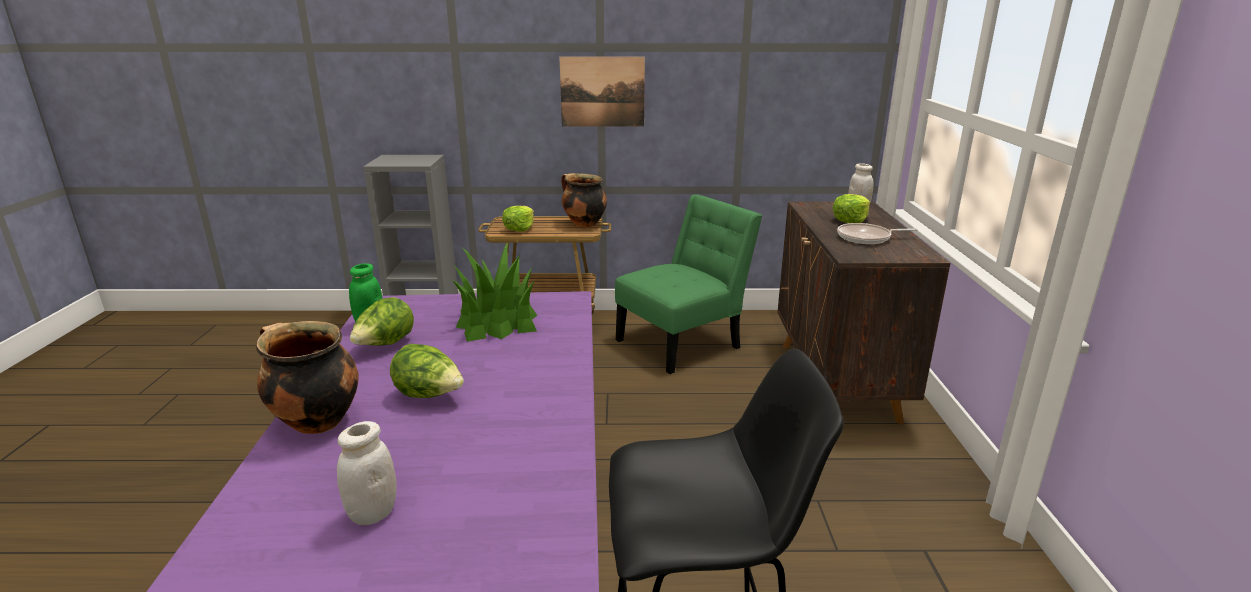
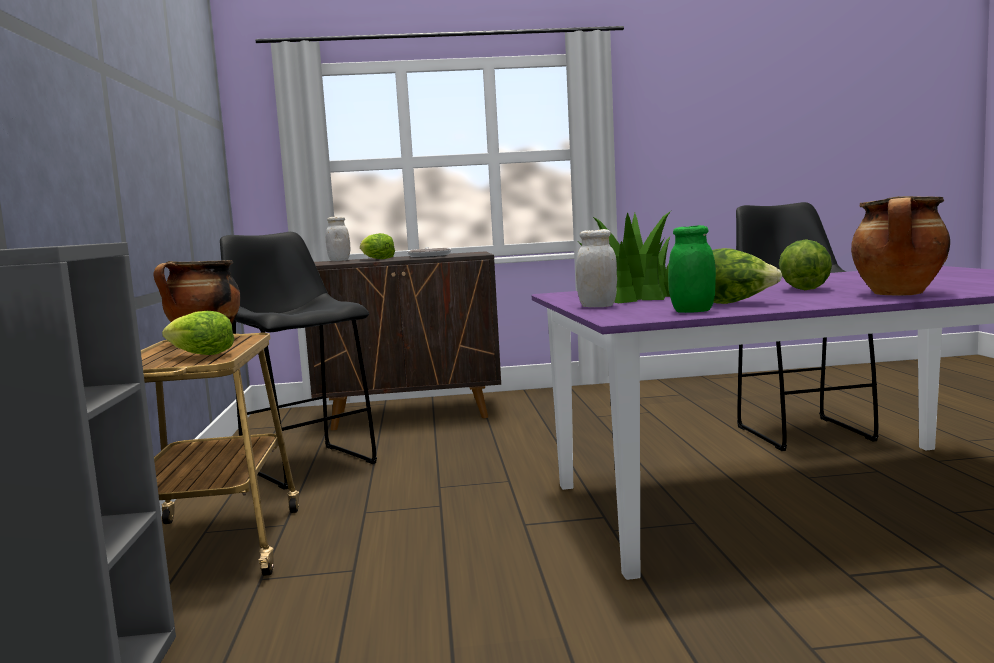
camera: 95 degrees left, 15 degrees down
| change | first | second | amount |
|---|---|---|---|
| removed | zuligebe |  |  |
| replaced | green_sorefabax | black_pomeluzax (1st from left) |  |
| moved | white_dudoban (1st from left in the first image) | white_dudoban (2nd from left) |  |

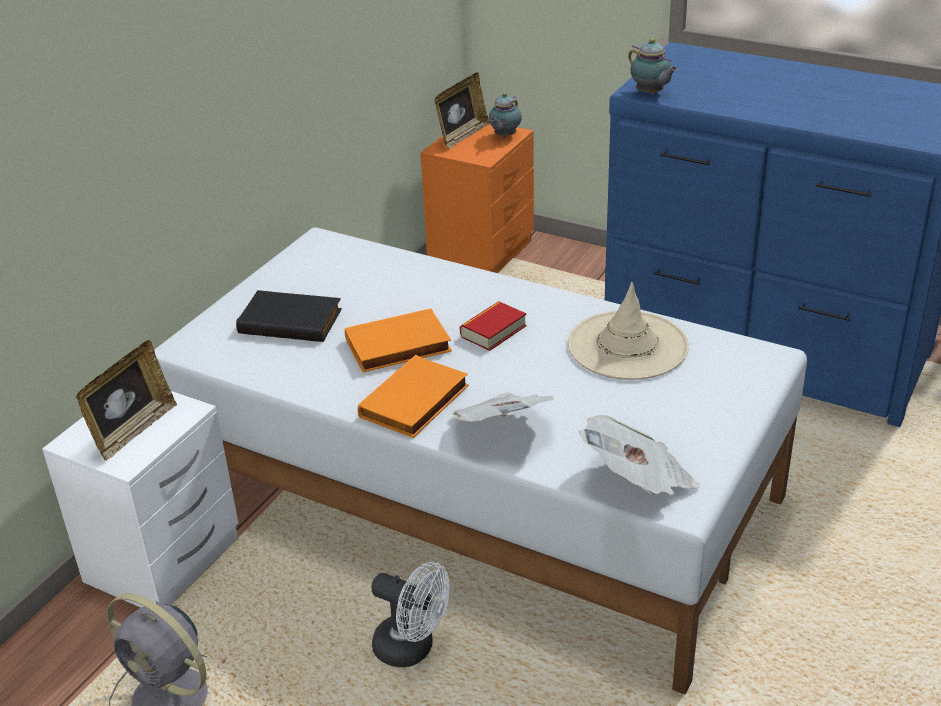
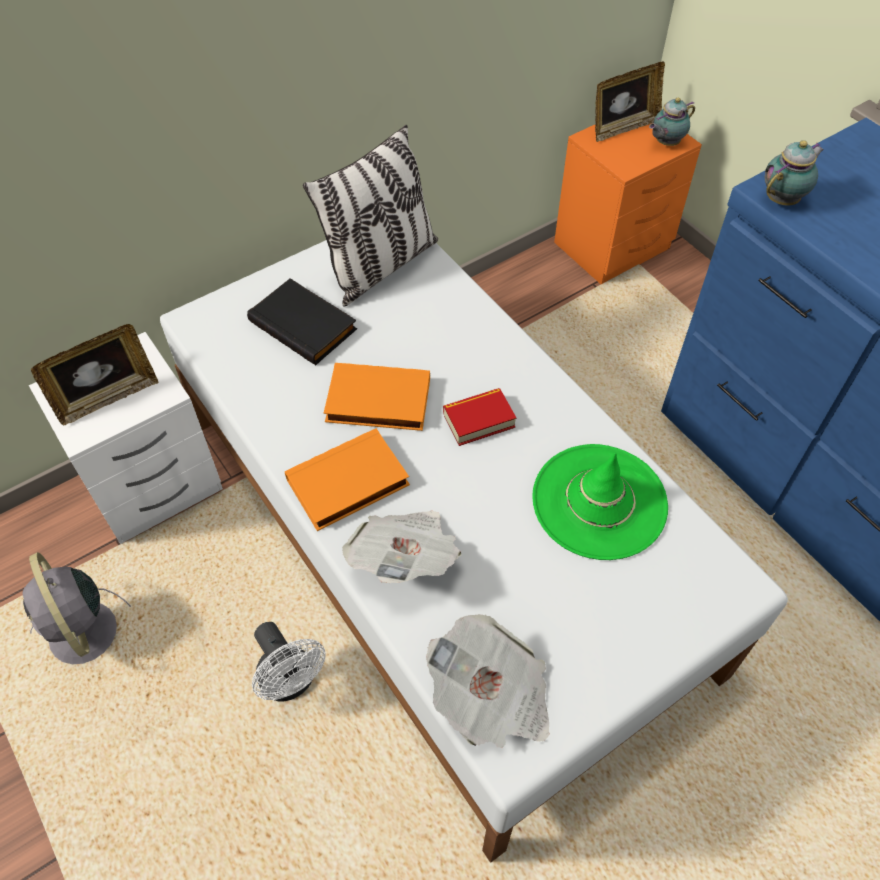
camera: 25 degrees right, 20 degrees up
| change | first | second | amount |
|---|---|---|---|
| turned | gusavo (2nd from left) |  | 120 degrees counterclockwise |
| recoloured | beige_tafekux | green_tafekux |  |
| added |  | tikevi |  |

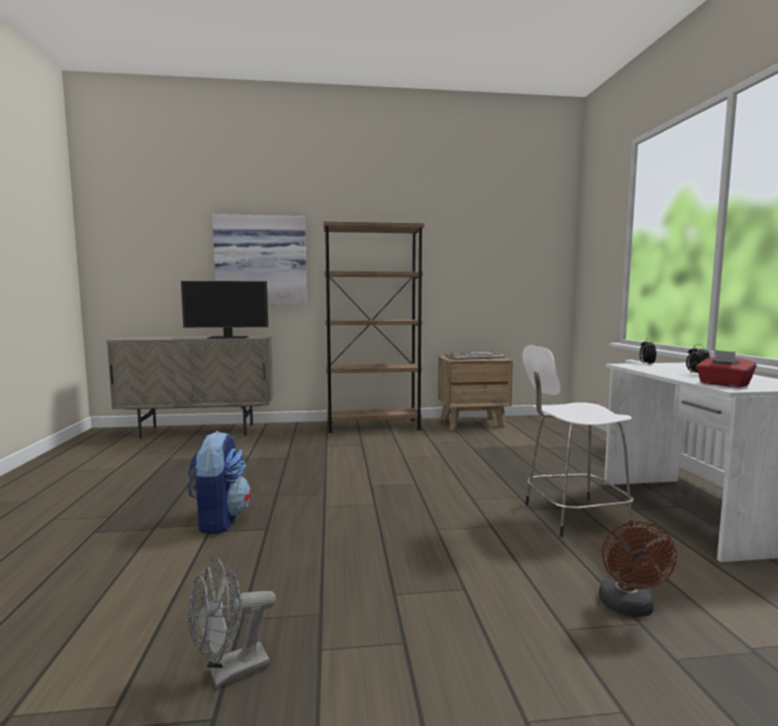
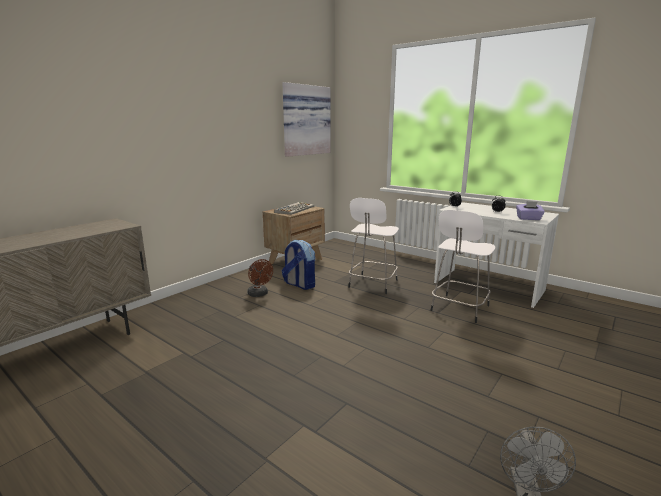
camera: 45 degrees left, 10 degrees up
| change | first | second | amount |
|---|---|---|---|
| moved | zuligebe |  |  |
| removed | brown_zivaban |  |  |
| removed | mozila |  |  |
| recoloured | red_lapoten | purple_lapoten |  |
| moved | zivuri |  |  |
| moved | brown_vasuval |  |  |
| added |  | white_pomeluzax (1st from left) |  |

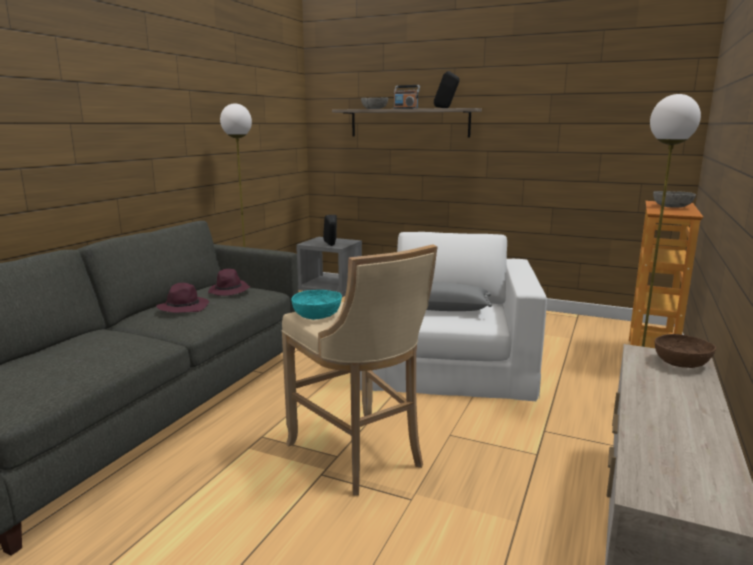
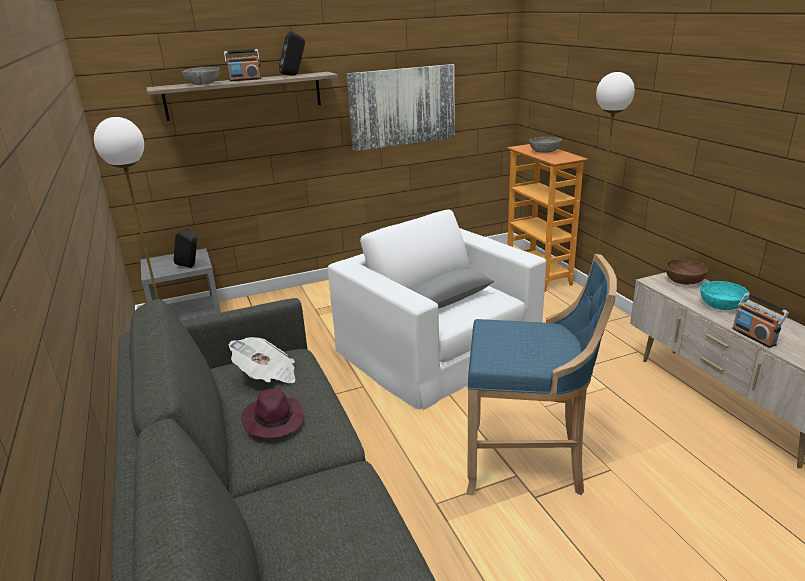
camera: 45 degrees left, 10 degrees up
| change | first | second | amount |
|---|---|---|---|
| recoloured | beige_pomeluzax | blue_pomeluzax |  |
| replaced | purple_tafekux (2nd from left) | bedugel |  |
| moved | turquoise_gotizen |  |  |
| added |  | zuligebe |  |
| added |  | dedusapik (2nd from left) |  |

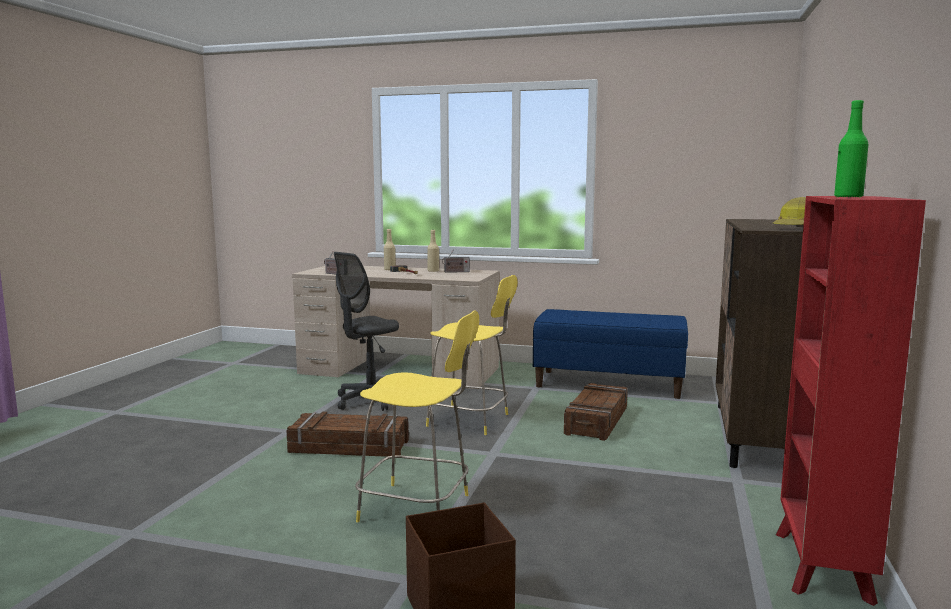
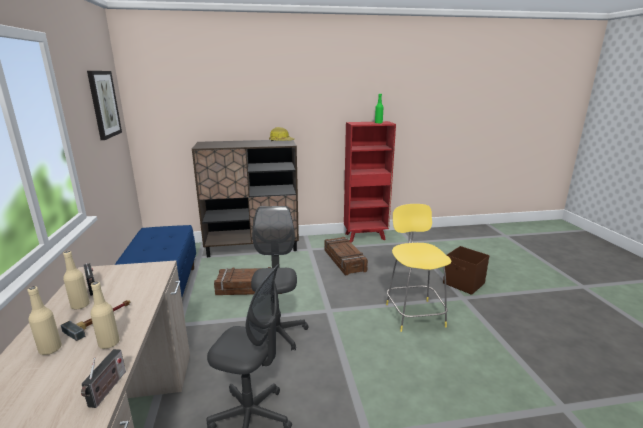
camera: 115 degrees left, 10 degrees up
| change | first | second | amount |
|---|---|---|---|
| replaced | yellow_pomeluzax (2nd from left) | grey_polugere (2nd from left) |  |
| moved | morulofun (1st from left in the first image) | morulofun (2nd from left) |  |
| added |  | zuligebe |  |
| added |  | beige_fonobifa (3rd from left) |  |

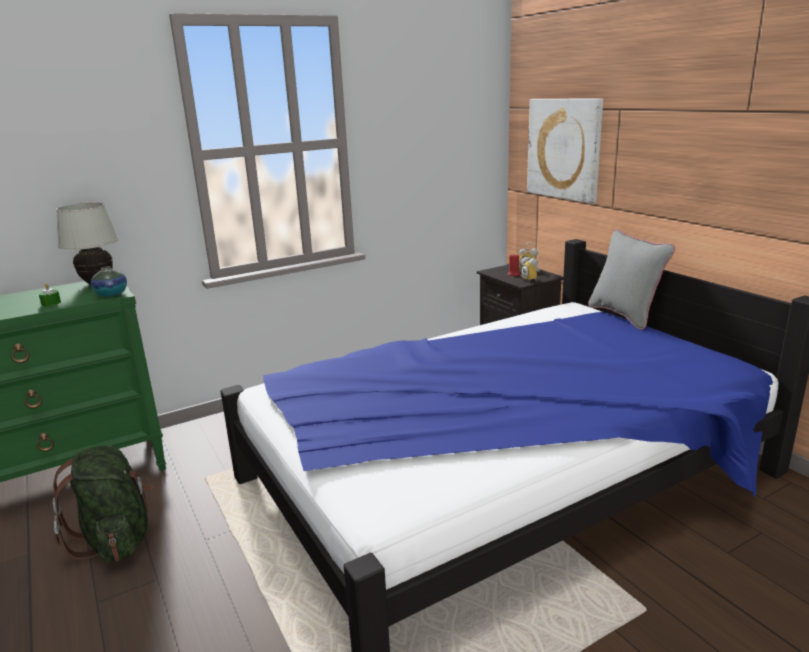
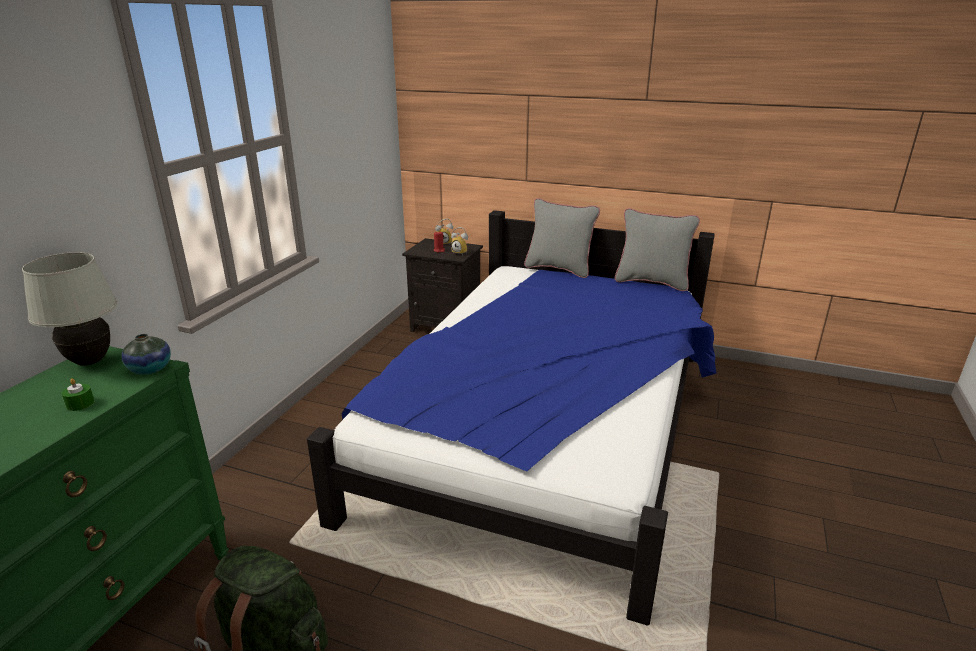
camera: 40 degrees left, 5 degrees up
| change | first | second | amount |
|---|---|---|---|
| removed | zuligebe |  |  |
| added |  | grey_tikevi (2nd from left) |  |

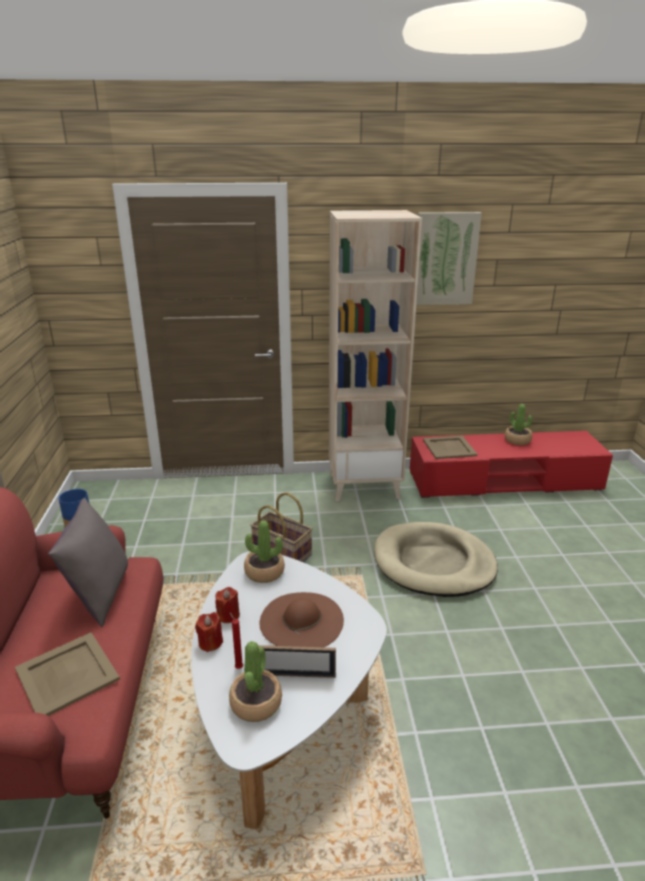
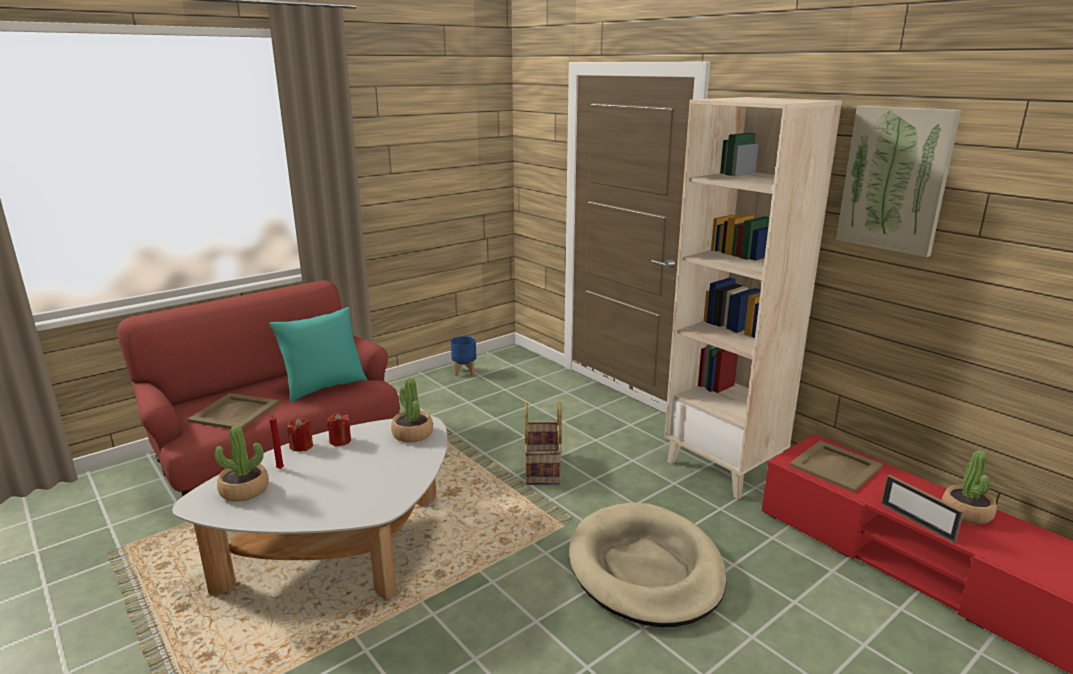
camera: 55 degrees right, 5 degrees down
| change | first | second | amount |
|---|---|---|---|
| recoloured | grey_tikevi | turquoise_tikevi |  |
| removed | brown_tafekux |  |  |
| moved | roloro |  |  |

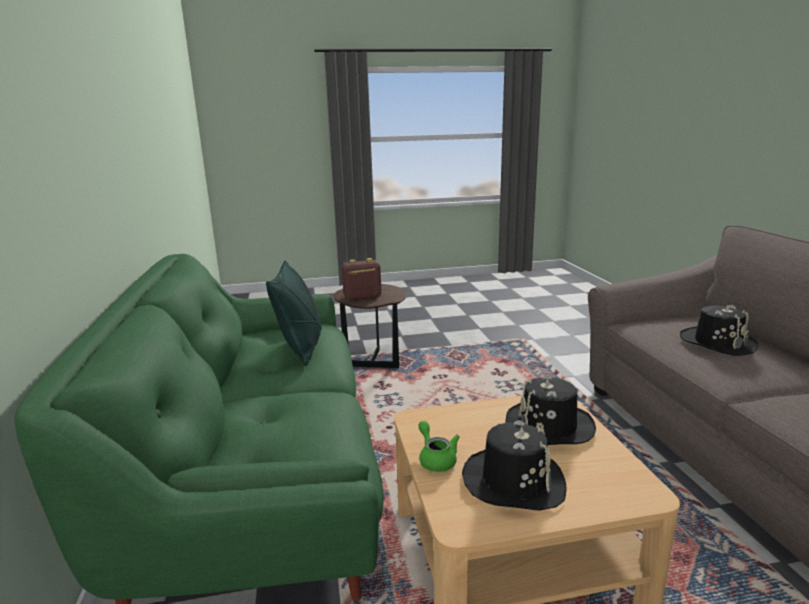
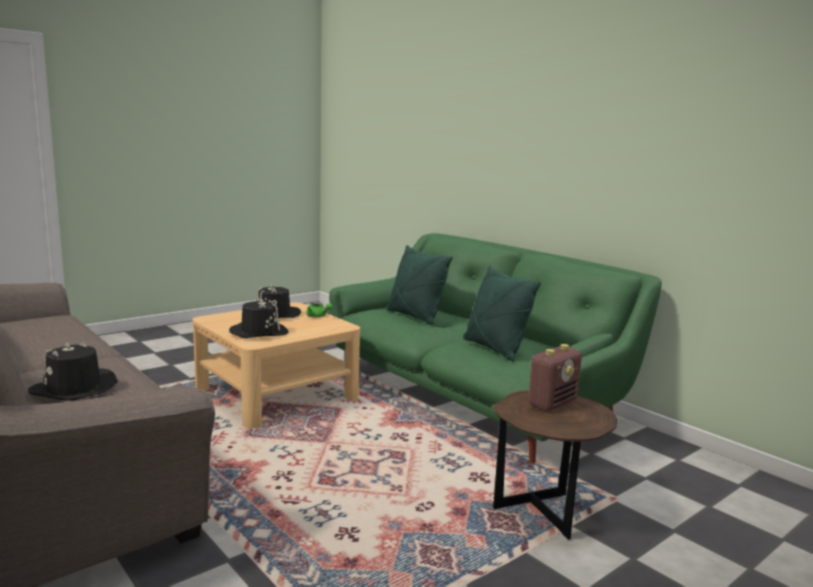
camera: 150 degrees right, 5 degrees down
| change | first | second | amount |
|---|---|---|---|
| added |  | green_tikevi (1st from left) |  |

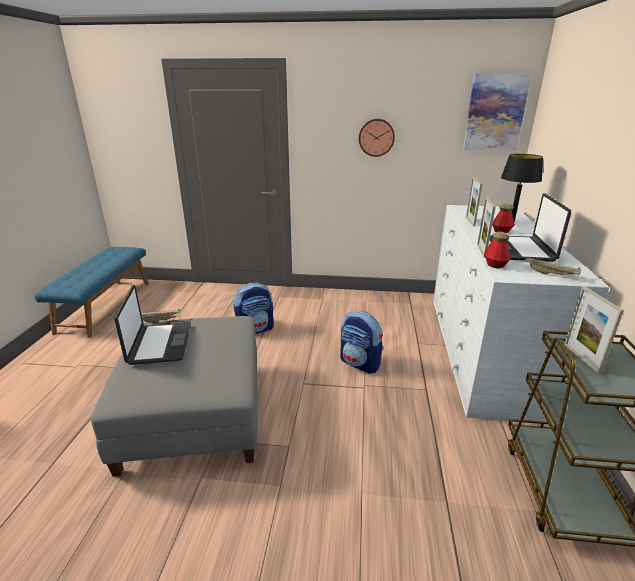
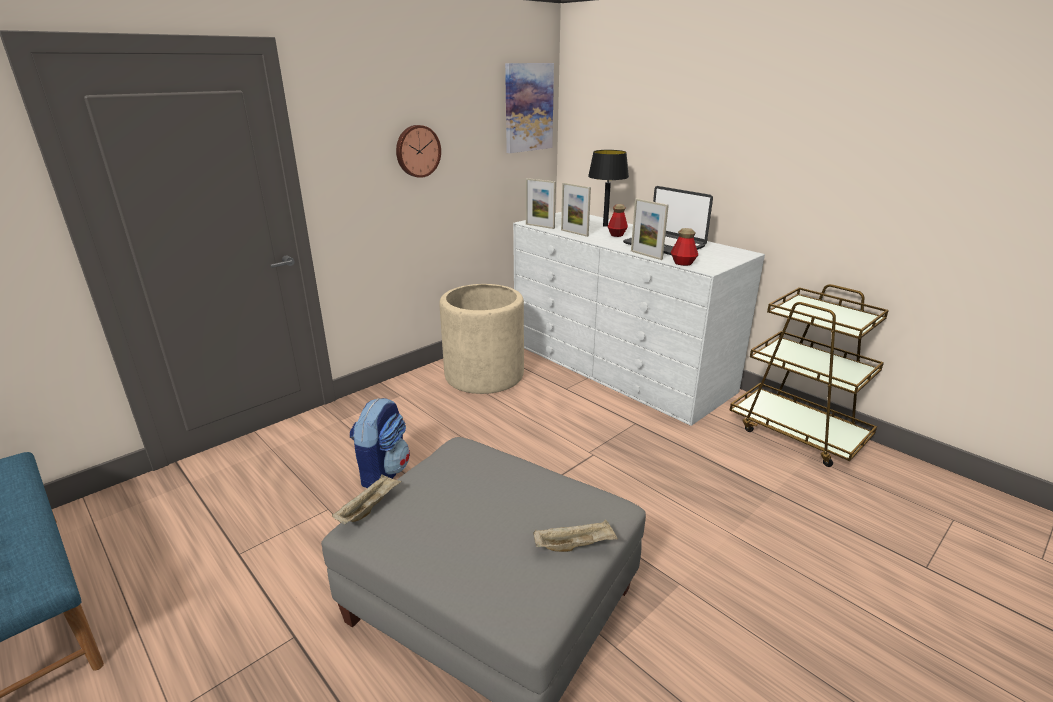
camera: 50 degrees left, 0 degrees up
| change | first | second | amount |
|---|---|---|---|
| moved | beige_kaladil (2nd from left) |  |  |
| removed | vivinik (1st from left) |  |  |
| moved | roloro (3rd from left in the first image) | roloro (1st from left) |  |
| removed | zivuri (2nd from left) |  |  |
| added |  | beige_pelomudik |  |

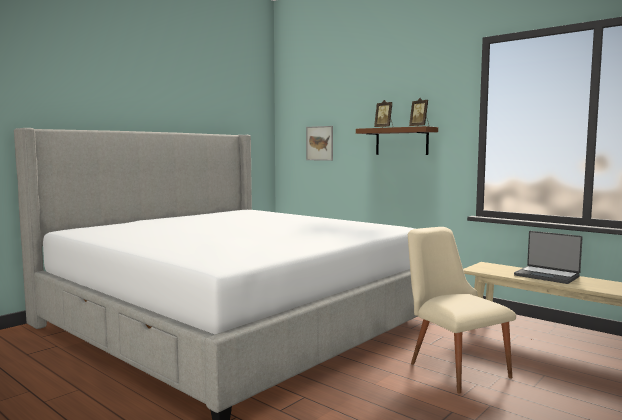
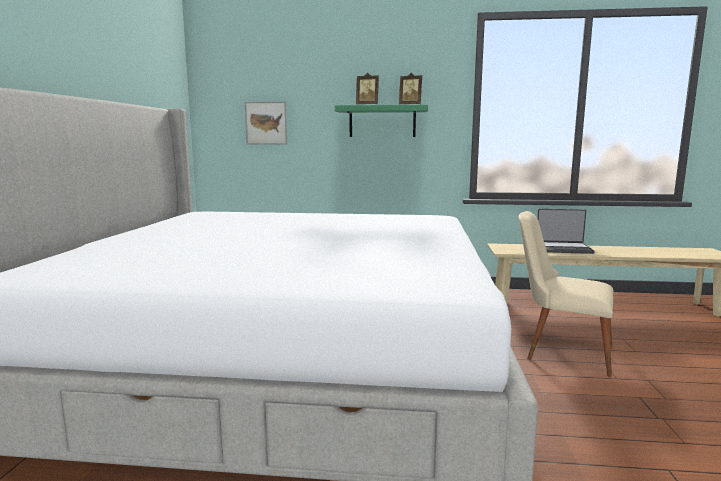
camera: 35 degrees left, 5 degrees up
| change | first | second | amount |
|---|---|---|---|
| recoloured | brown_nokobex | green_nokobex |  |

